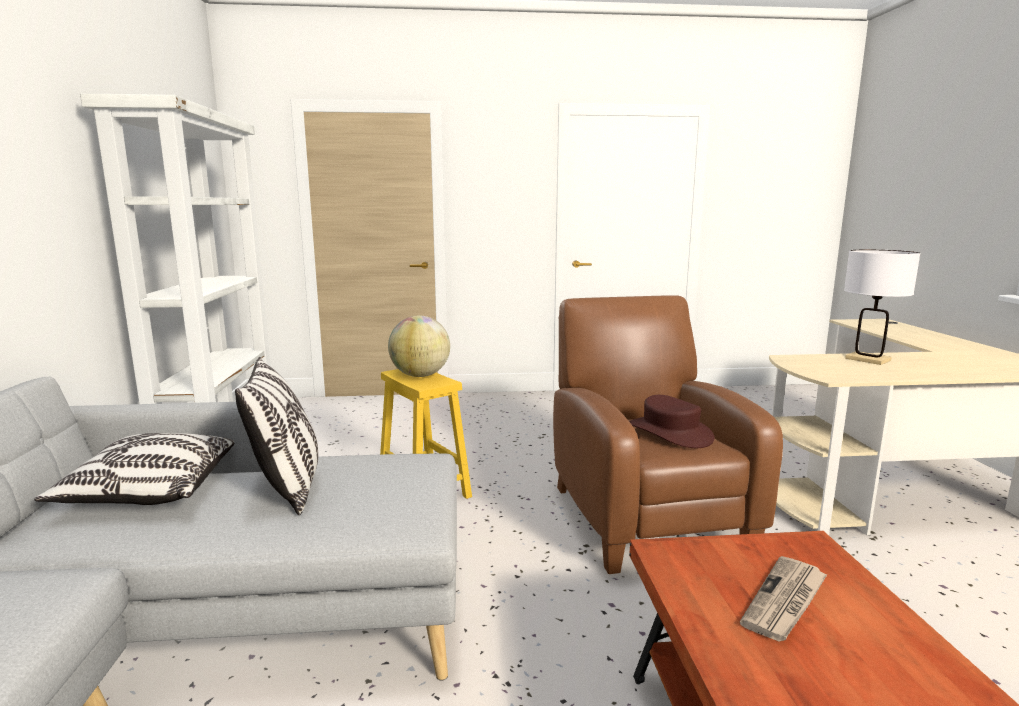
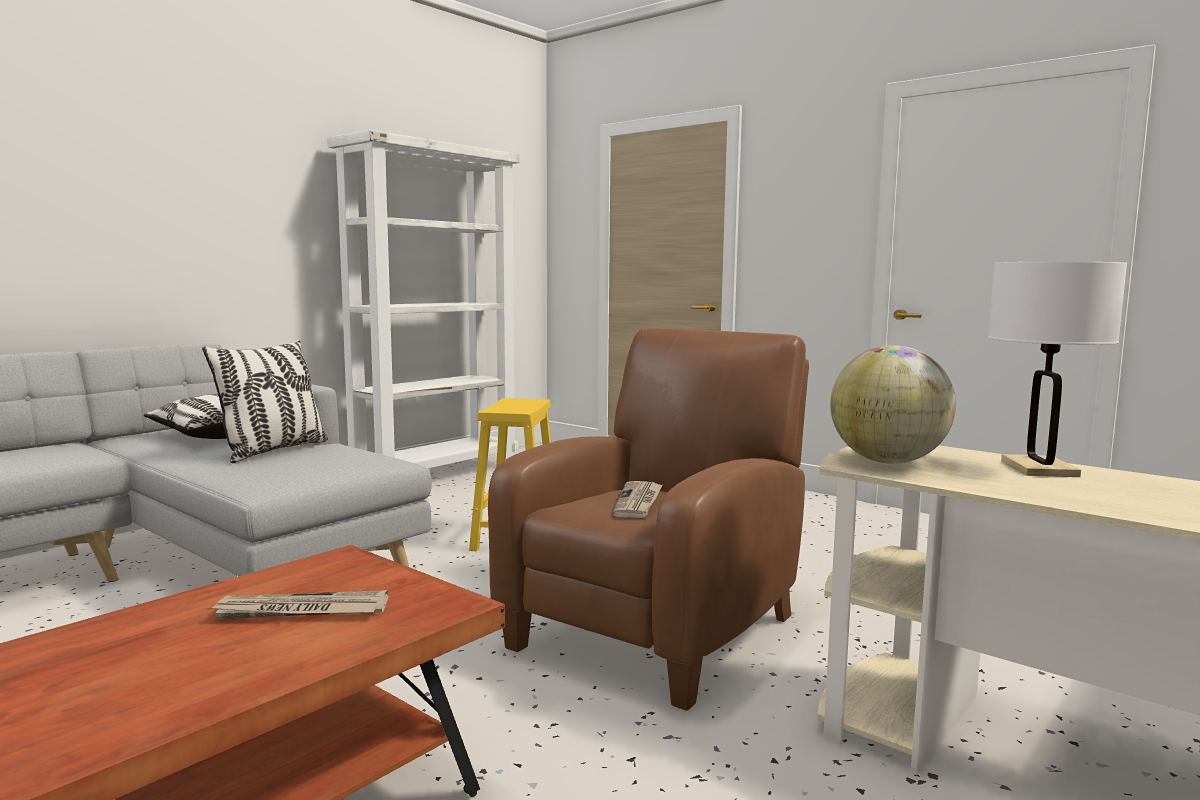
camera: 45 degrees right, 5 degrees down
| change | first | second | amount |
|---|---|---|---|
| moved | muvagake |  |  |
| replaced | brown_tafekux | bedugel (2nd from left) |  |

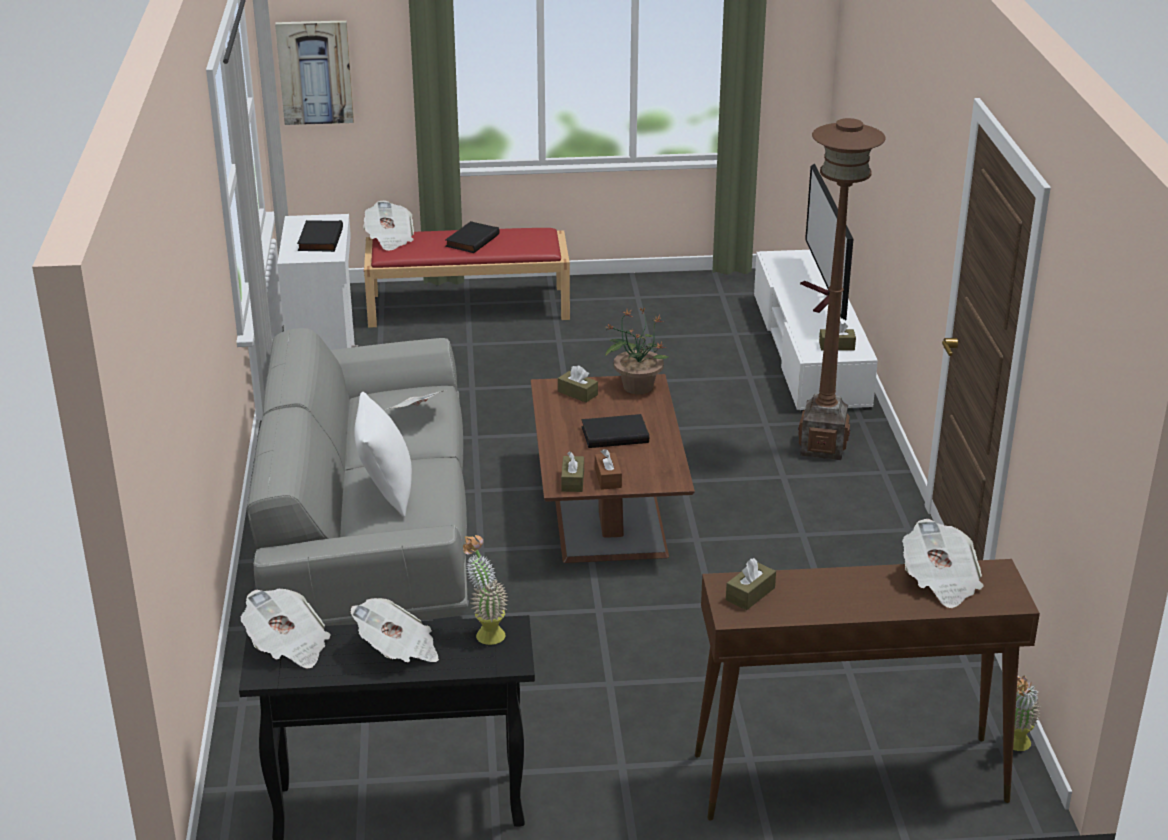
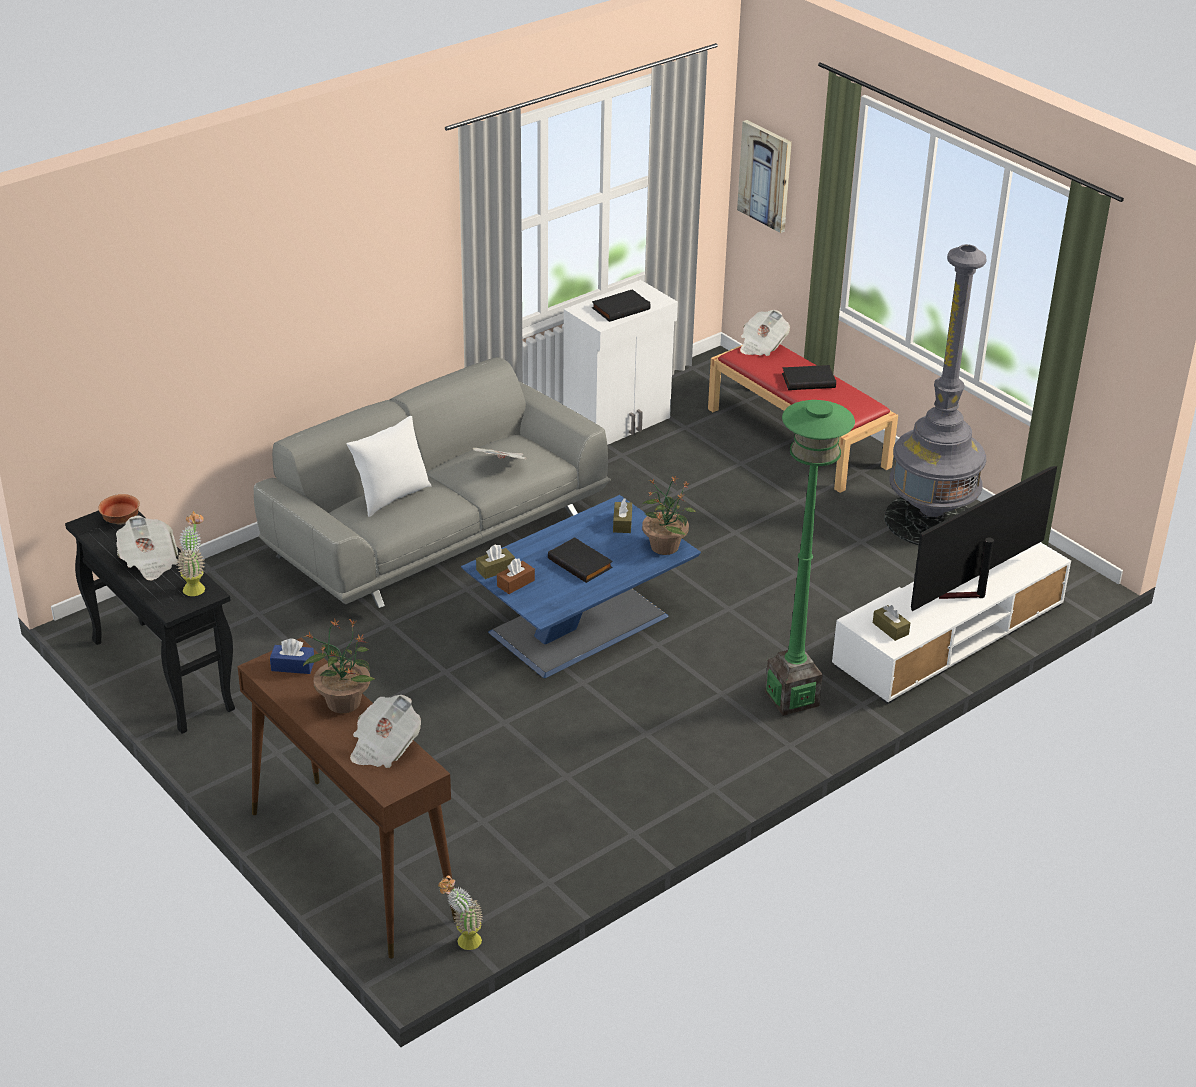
camera: 55 degrees right, 5 degrees up
| change | first | second | amount |
|---|---|---|---|
| recoloured | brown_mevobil | green_mevobil |  |
| recoloured | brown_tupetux | blue_tupetux |  |
| recoloured | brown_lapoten (4th from left) | blue_lapoten |  |
| replaced | bedugel (1st from left) | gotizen |  |
| added |  | grey_mevobil |  |
| added |  | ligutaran (2nd from left) |  |

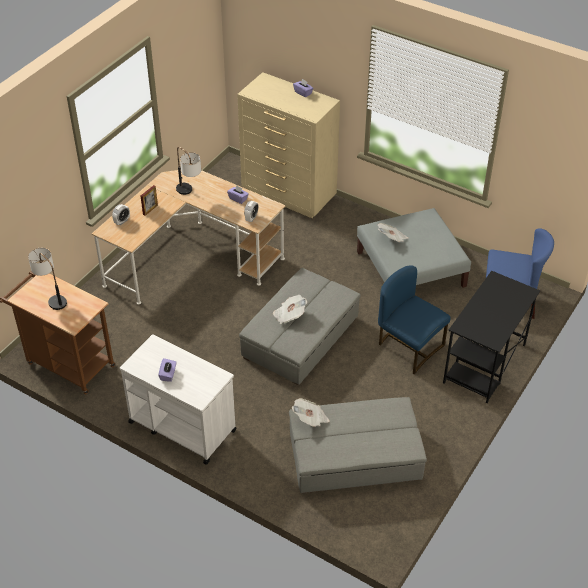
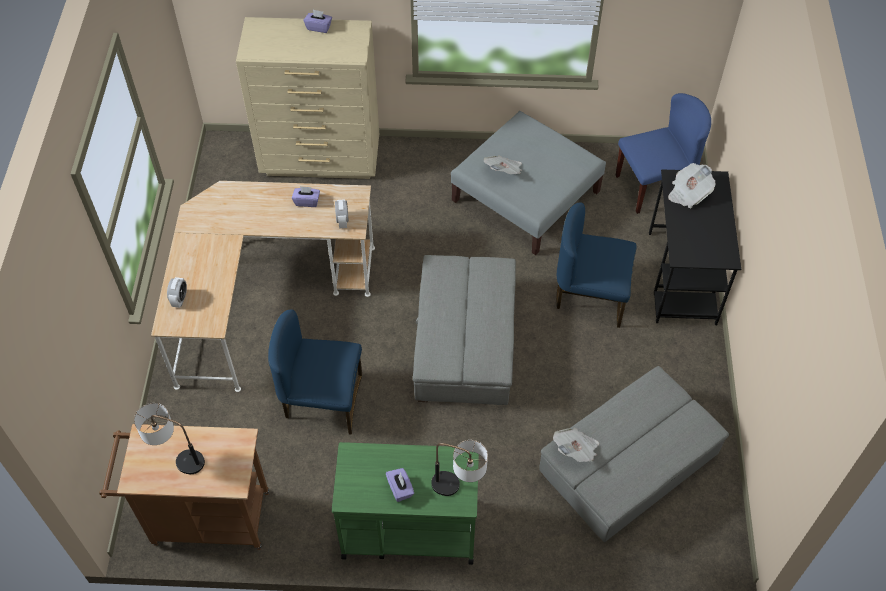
camera: 30 degrees left, 10 degrees up
| change | first | second | amount |
|---|---|---|---|
| moved | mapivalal (2nd from left) |  |  |
| removed | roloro |  |  |
| moved | bedugel (1st from left in the first image) | bedugel (3rd from left) |  |
| recoloured | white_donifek | green_donifek |  |
| added |  | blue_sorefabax (1st from left) |  |

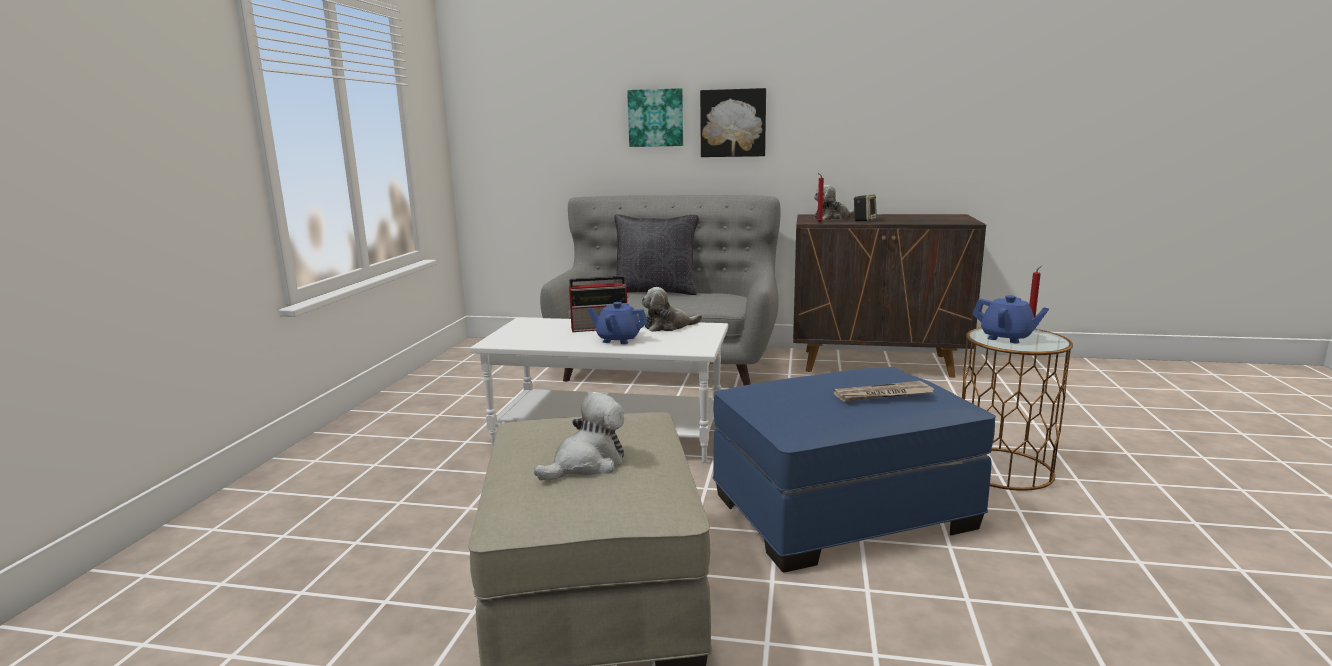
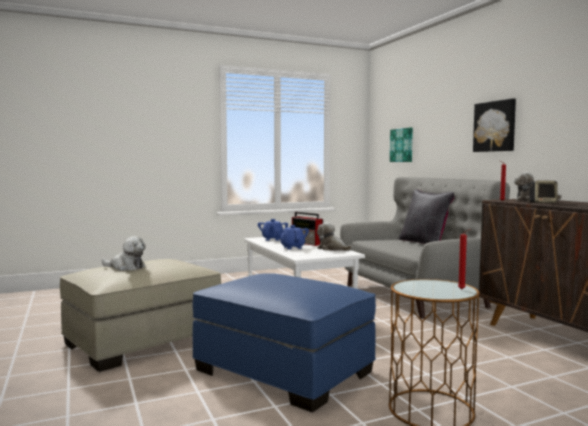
camera: 55 degrees right, 10 degrees down
| change | first | second | amount |
|---|---|---|---|
| moved | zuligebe (1st from left) |  |  |
| moved | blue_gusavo (2nd from left in the first image) | blue_gusavo (1st from left) |  |
| removed | bedugel |  |  |

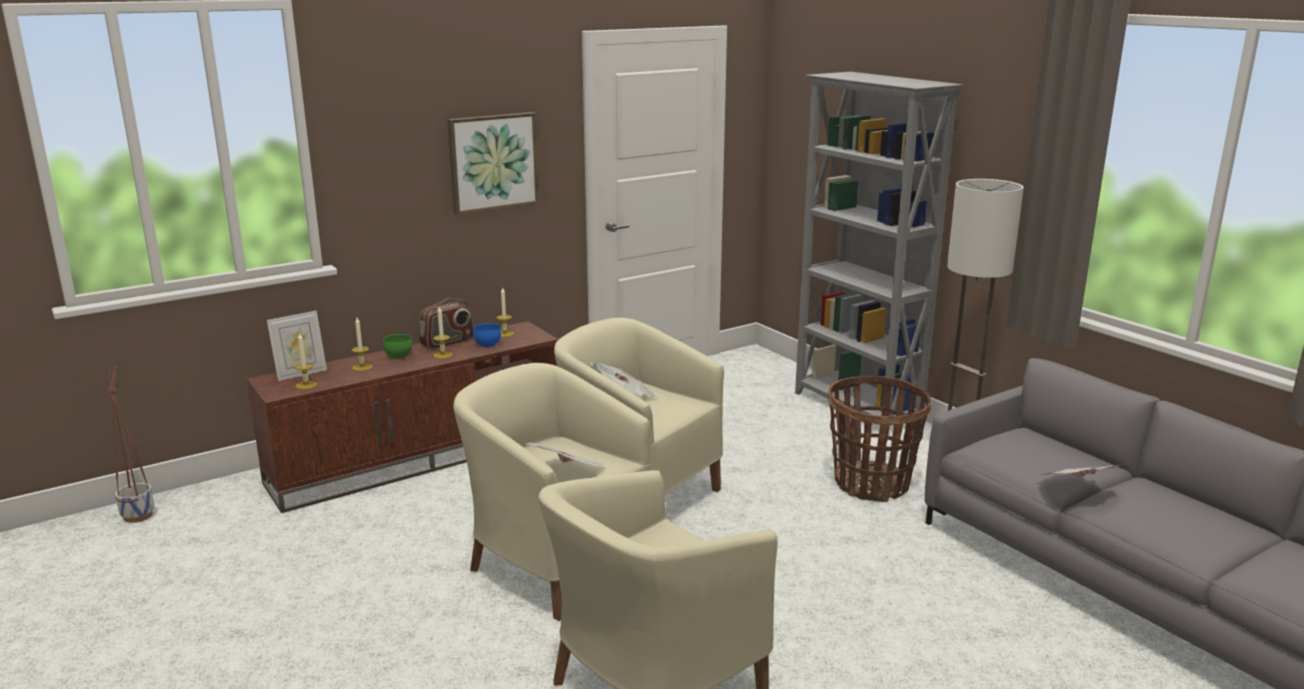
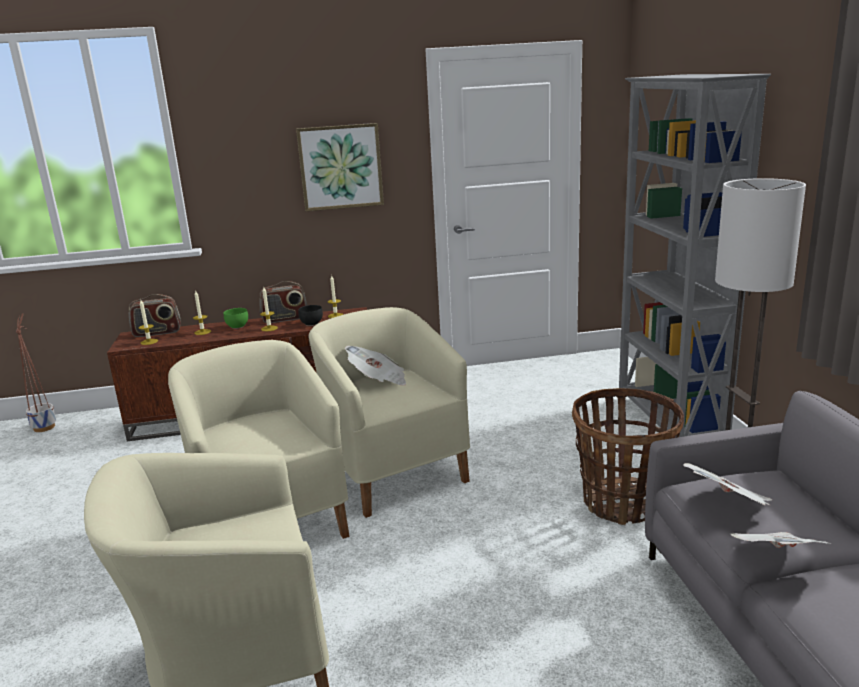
camera: 25 degrees right, 0 degrees up
| change | first | second | amount |
|---|---|---|---|
| replaced | roloro | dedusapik (1st from left) |  |
| recoloured | blue_gotizen | black_gotizen |  |
| moved | bedugel (1st from left in the first image) | bedugel (2nd from left) |  |

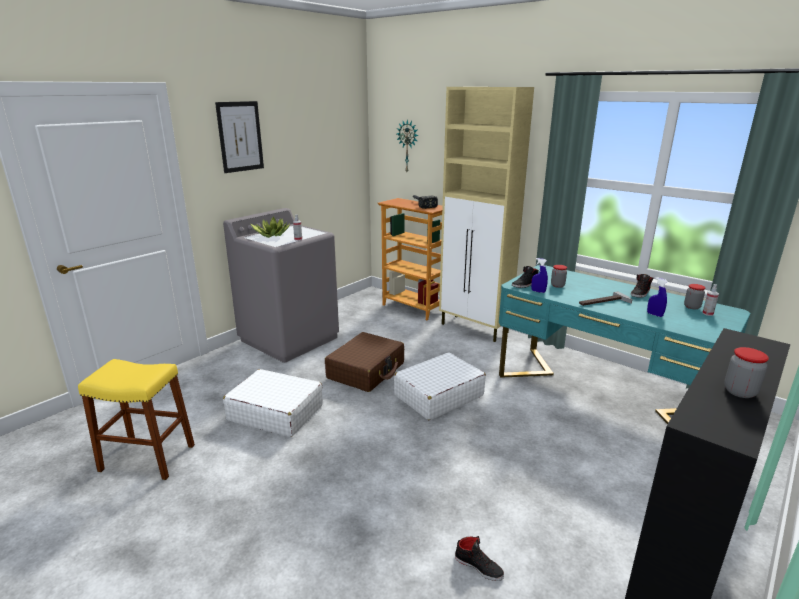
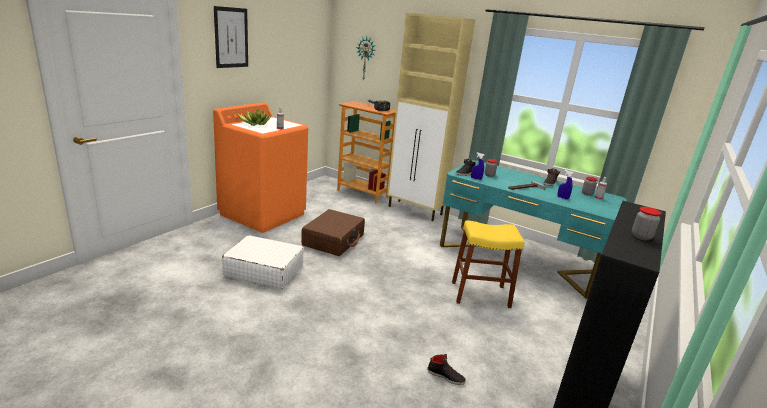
camera: 10 degrees left, 0 degrees up
| change | first | second | amount |
|---|---|---|---|
| recoloured | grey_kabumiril | orange_kabumiril |  |
| removed | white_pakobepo (2nd from left) |  |  |
| moved | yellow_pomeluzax |  |  |

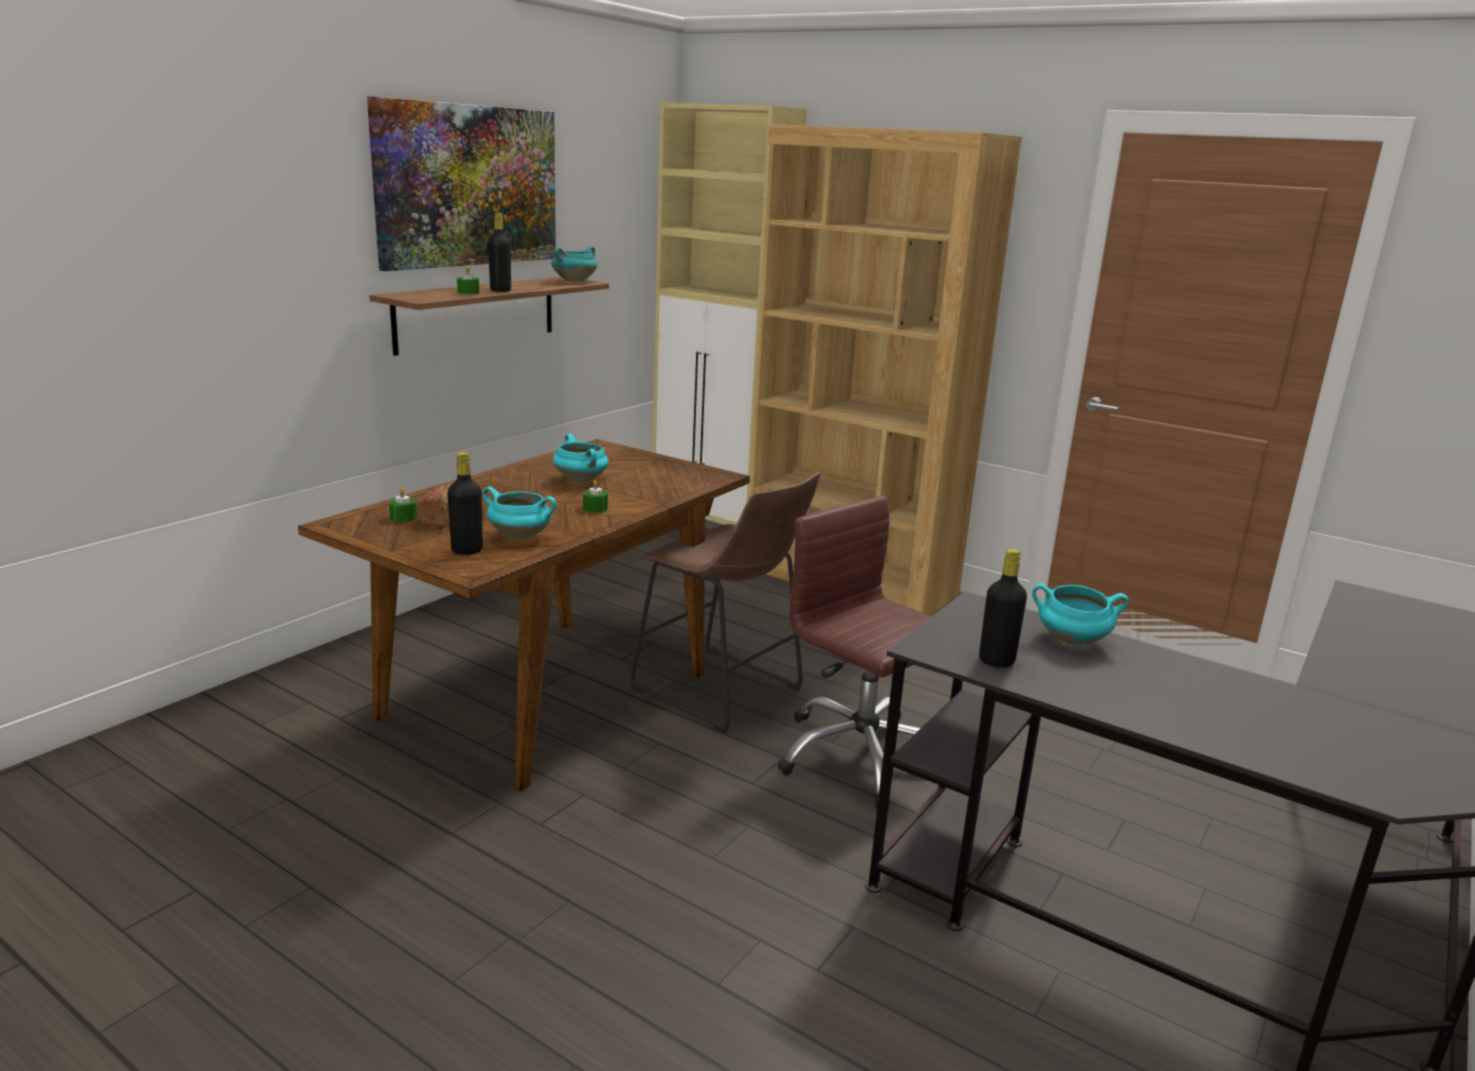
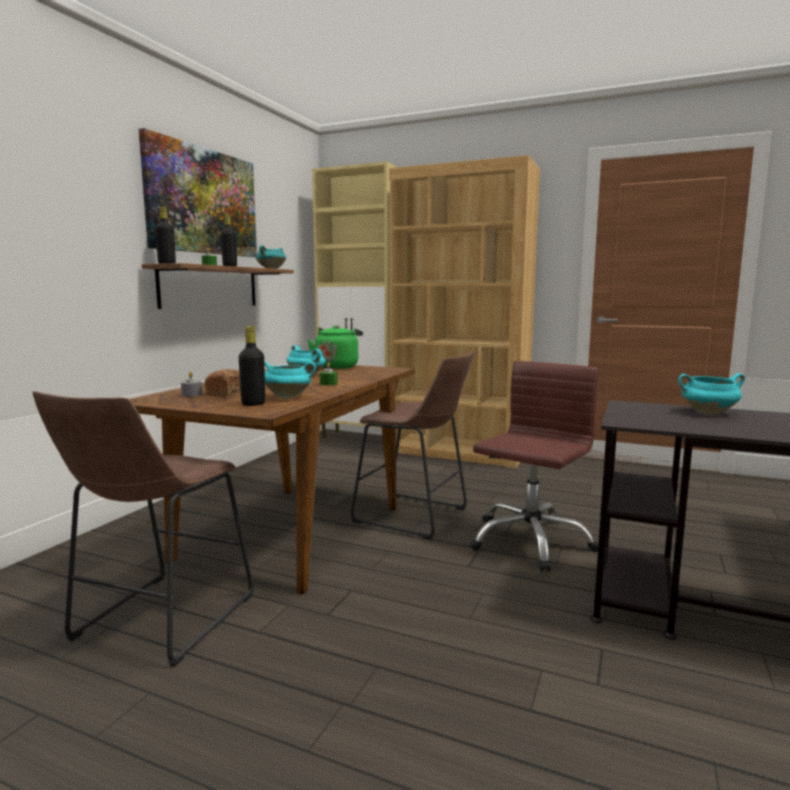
camera: 10 degrees left, 10 degrees down
| change | first | second | amount |
|---|---|---|---|
| recoloured | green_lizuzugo (1st from left) | grey_lizuzugo |  |
| turned | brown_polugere |  | 90 degrees clockwise |
| moved | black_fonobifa (3rd from left in the first image) | black_fonobifa (1st from left) |  |
| added |  | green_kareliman |  |
| added |  | brown_pomeluzax (1st from left) |  |

